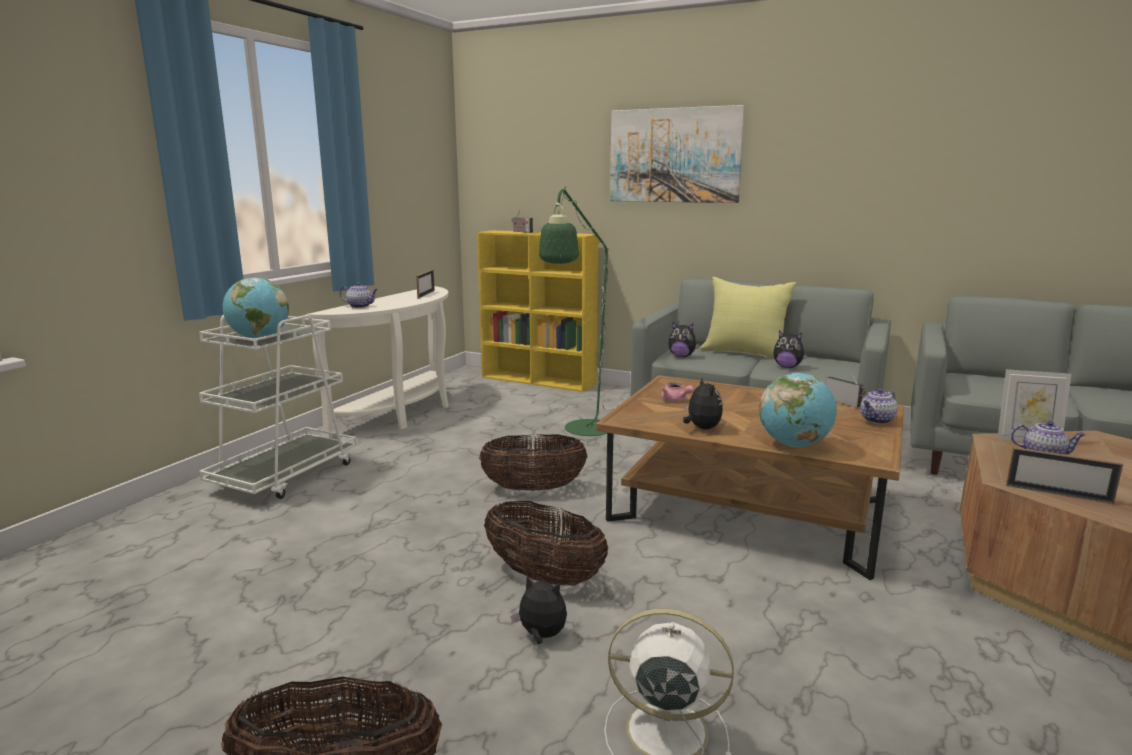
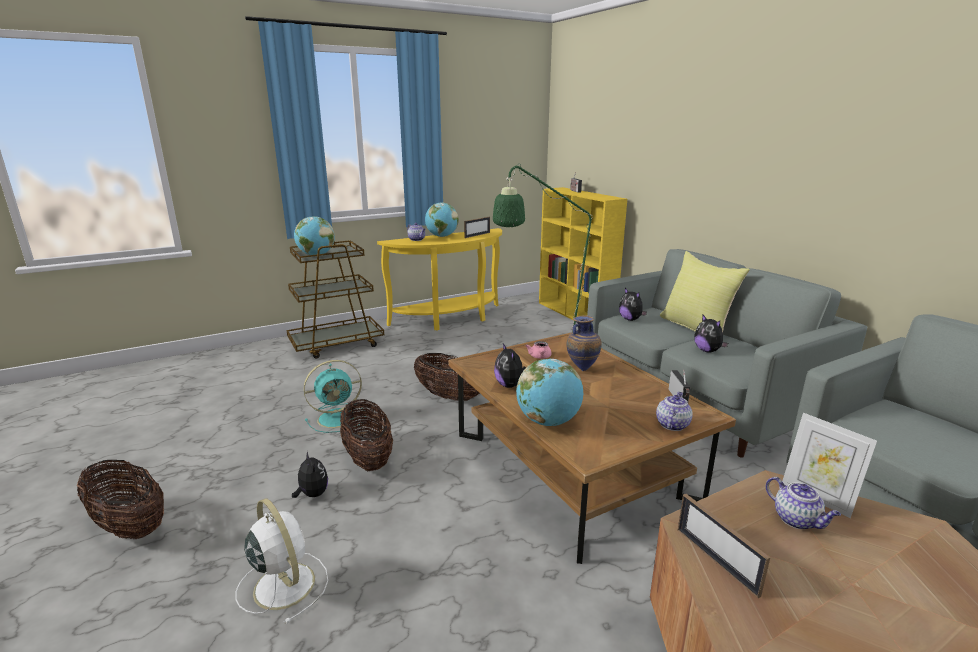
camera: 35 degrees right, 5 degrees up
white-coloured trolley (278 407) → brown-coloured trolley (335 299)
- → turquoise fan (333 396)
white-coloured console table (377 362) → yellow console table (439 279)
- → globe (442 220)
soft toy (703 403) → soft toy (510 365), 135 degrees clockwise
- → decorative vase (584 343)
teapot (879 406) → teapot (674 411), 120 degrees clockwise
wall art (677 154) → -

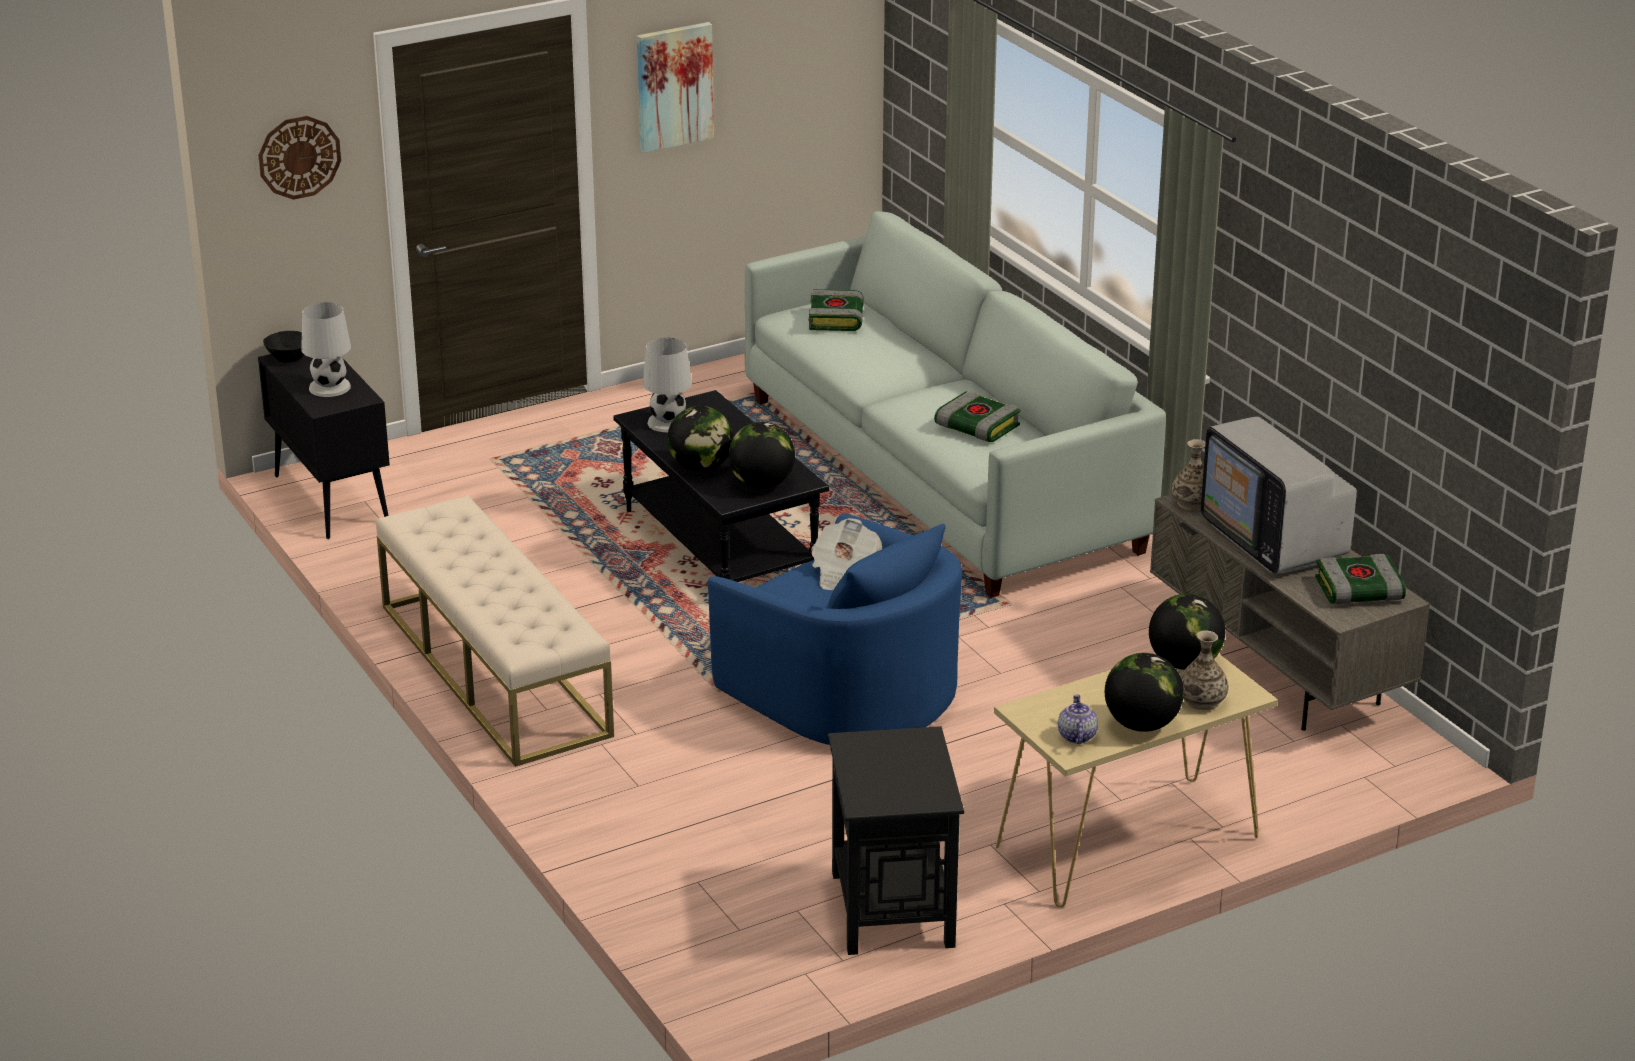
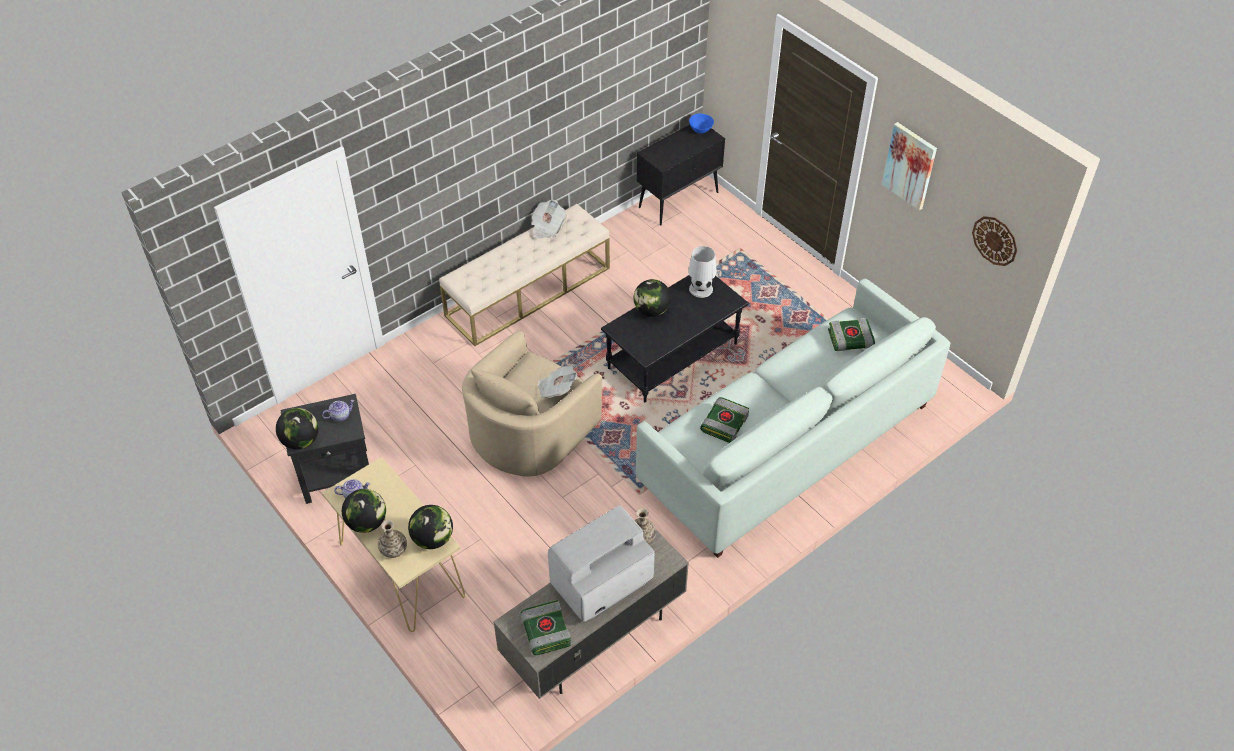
camera: 80 degrees right, 20 degrees up
globe (761 455) → globe (297 428), shifted
- → teapot (338 410)
blue easy chair (835 629) → beige-coloured easy chair (532 403)
- → newspaper (548 219)
black-coloured deep dish (283 346) → blue deep dish (701 123)
clock on the wall (299 158) → clock on the wall (994 241), shifted
white-coloured lamp for a table (326 349) → -

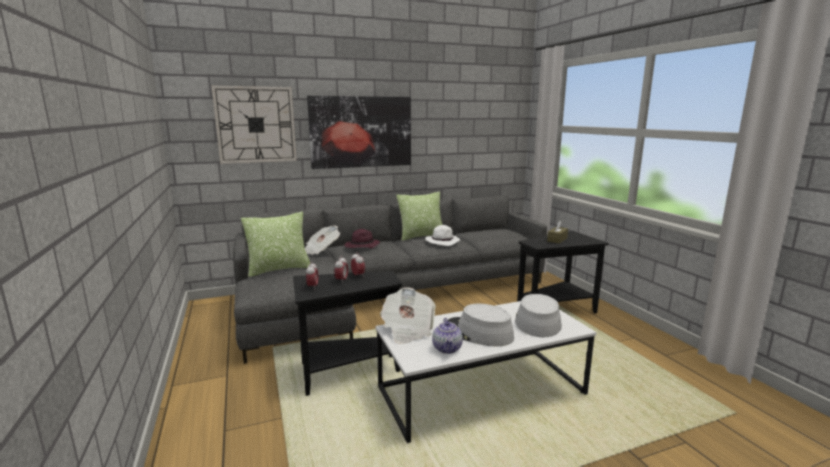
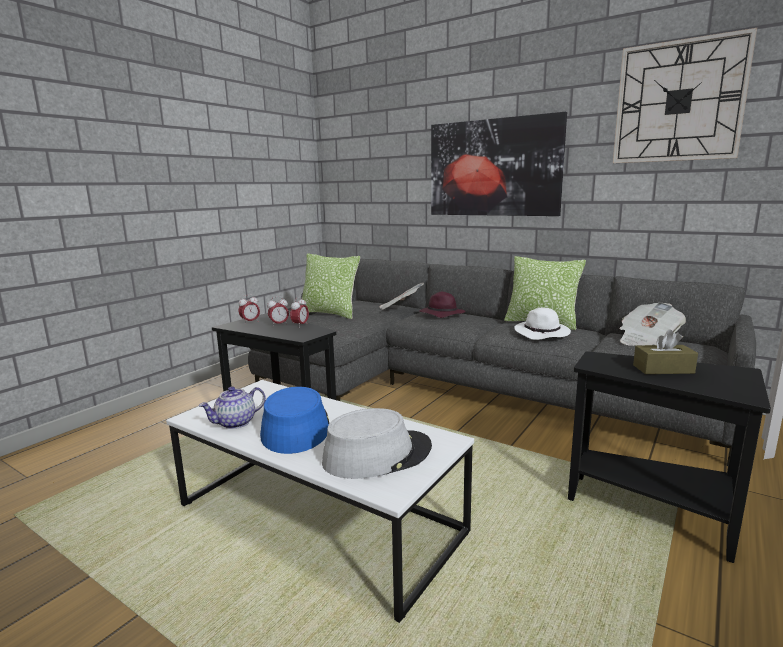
camera: 55 degrees right, 0 degrees up
gray wearable hat (481 325) → blue wearable hat (294 420)
clock on the wall (254 125) → clock on the wall (685 95), shifted
newspaper (408 315) → newspaper (652 324), shifted

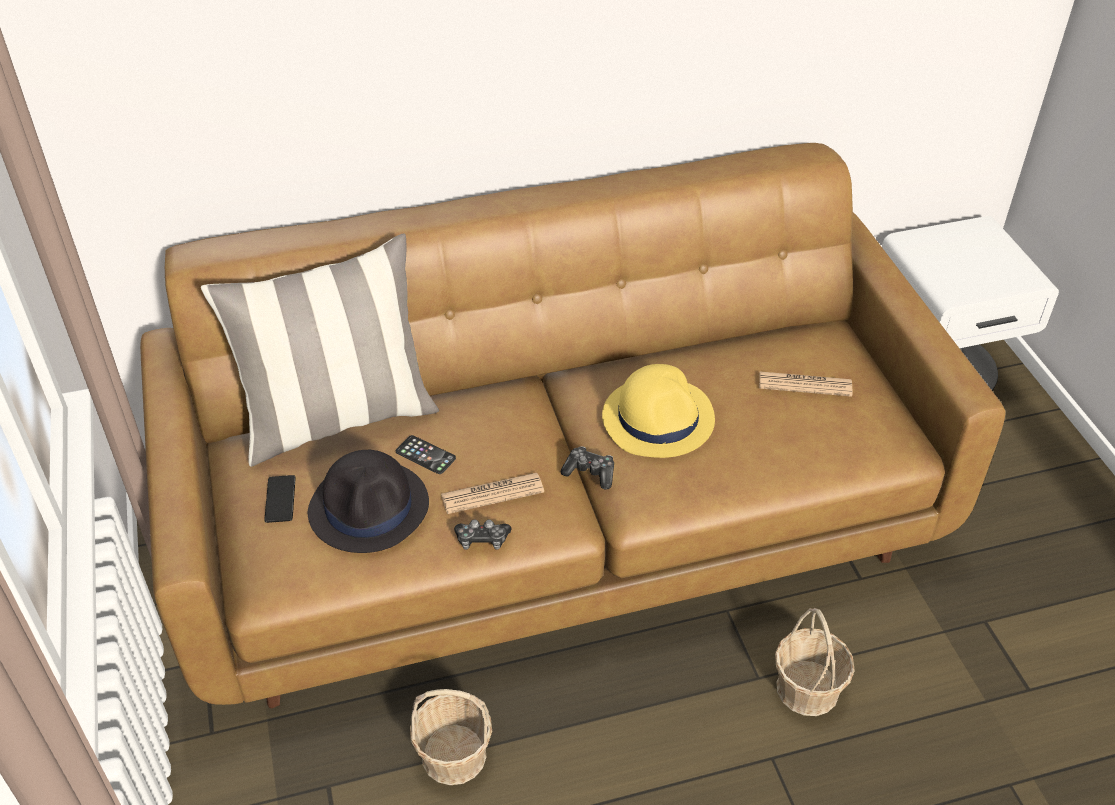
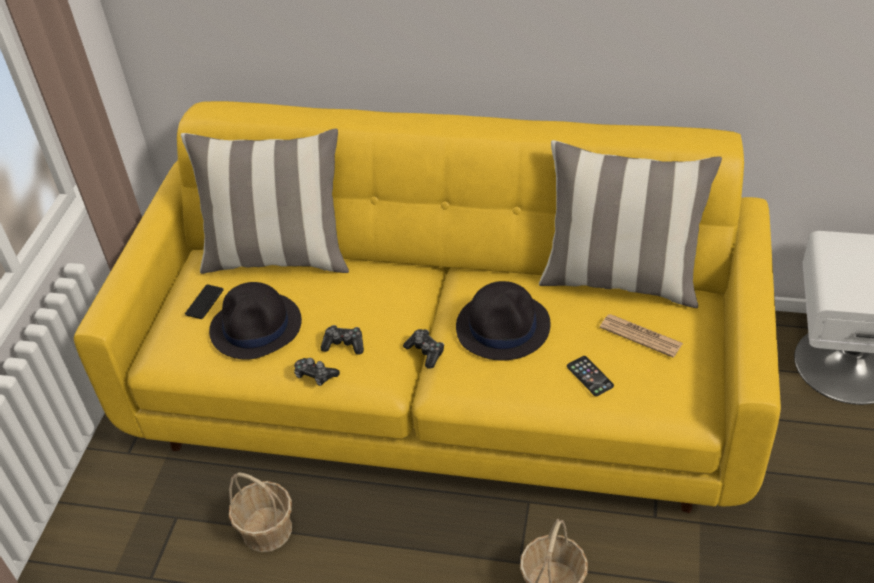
camera: 30 degrees right, 0 degrees up
brown-coloured couch (573 425) → yellow couch (427 307)
newspaper (492 493) → gamepad (342 340)
yellow wearable hat (658 411) → black-coloured wearable hat (503 321)
- → cushion (630 224)
handset (426 454) → handset (590 376), shifted

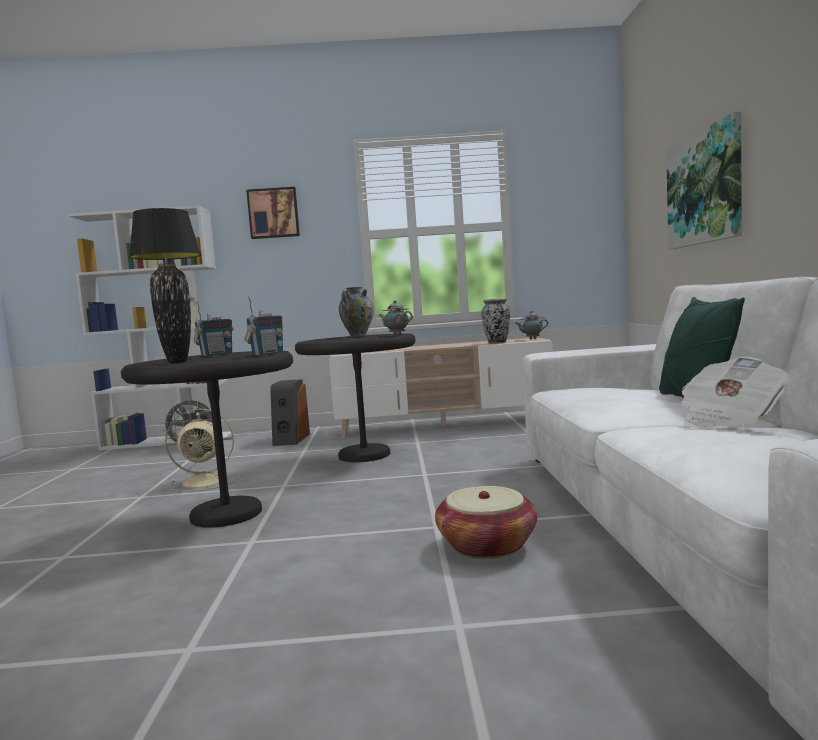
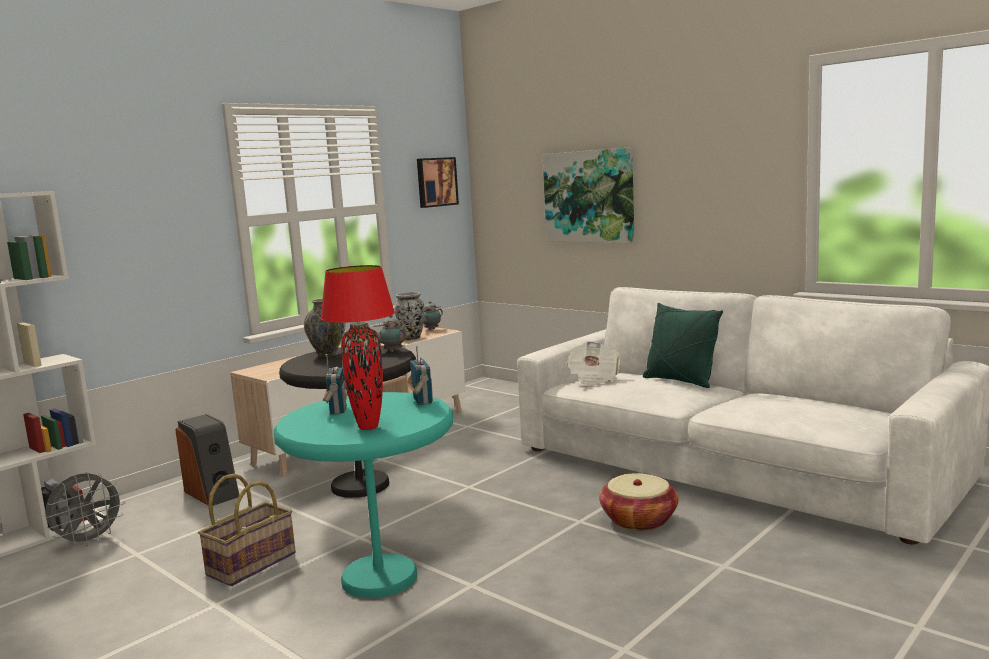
camera: 45 degrees left, 5 degrees up
beige-coloured fan (202 449) → household basket (247 529)
black-coloured end table (207 439) → turquoise end table (363 495)
black-coloured lamp for a table (165 285) → reddish lamp for a table (357 347)
wall art (273 213) → wall art (438 182), shifted
newspaper (735 392) → newspaper (593 363), shifted

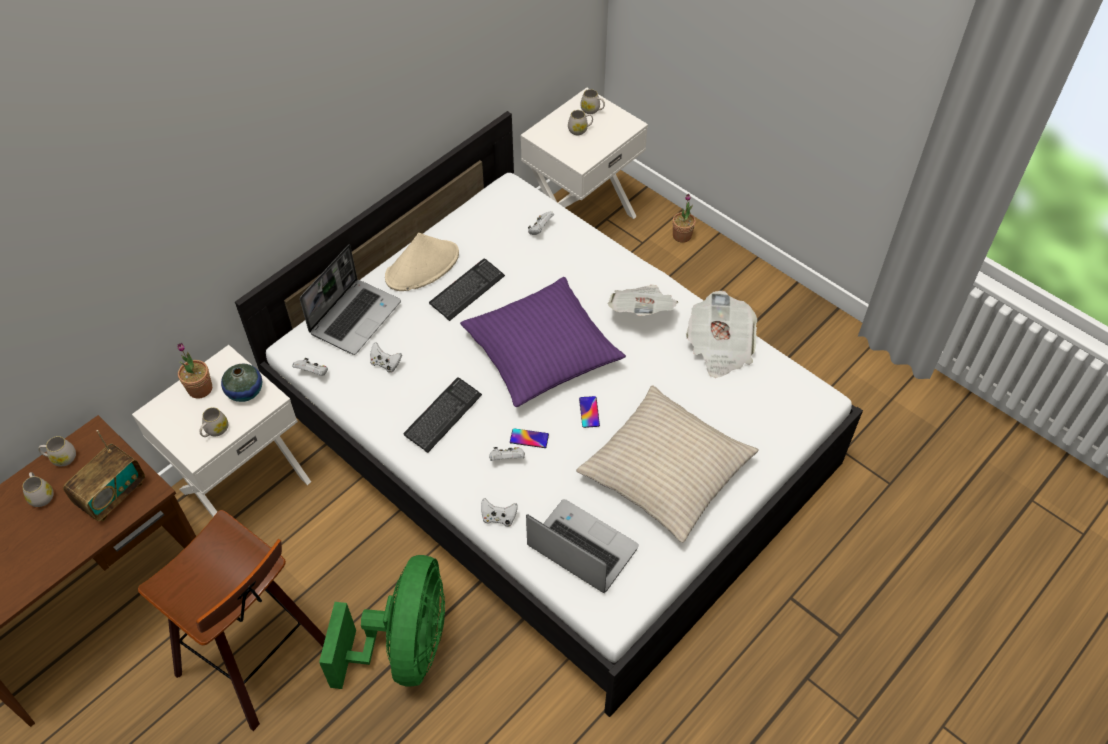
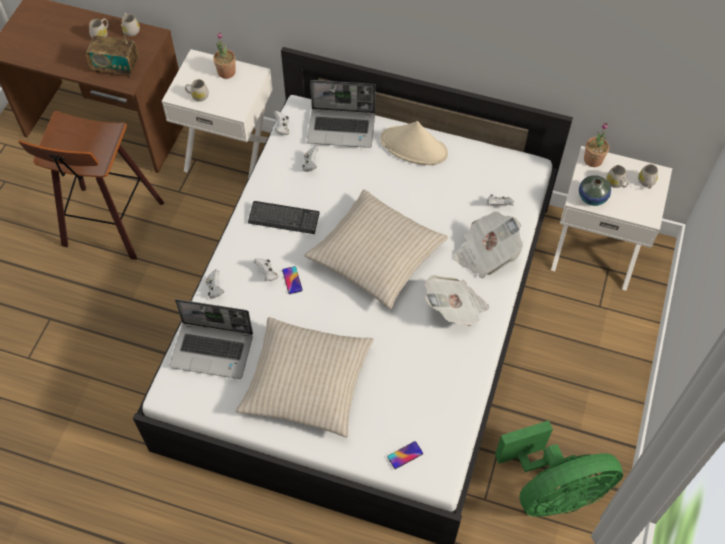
camera: 65 degrees right, 5 degrees up
portable computer (582 546) → portable computer (211 339), 90 degrees clockwise
purplish cushion (543 342) → beige-coloured cushion (376 249)
handset (589 412) → handset (405 455), shifted
newspaper (721 334) → newspaper (488 245), shifted
green fan (382 622) → green fan (559 469), shifted
decorative vase (241 383) → decorative vase (595 190), shifted
houseplant (684 218) → houseplant (596 144), shifted
keyboard (467 289) → -

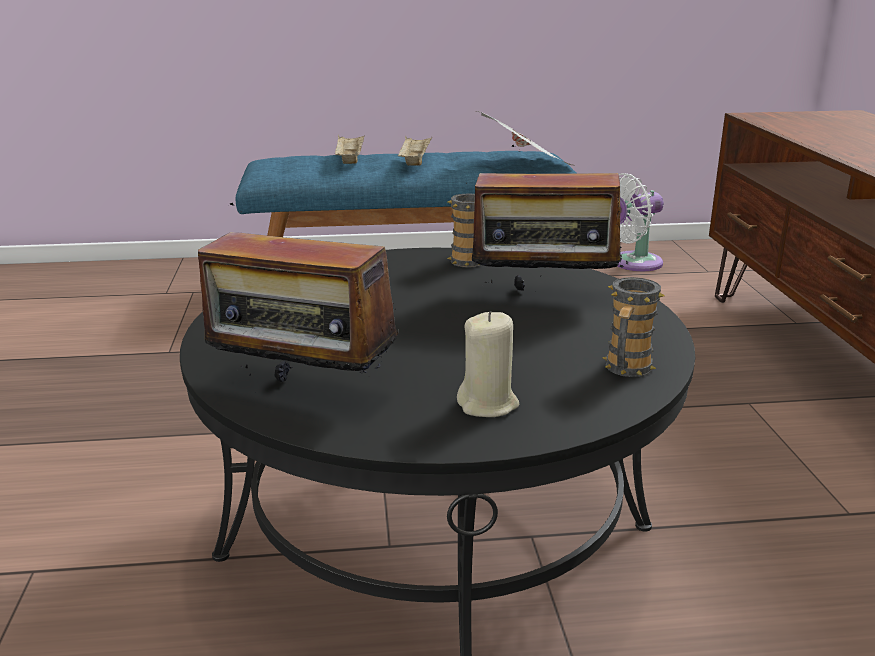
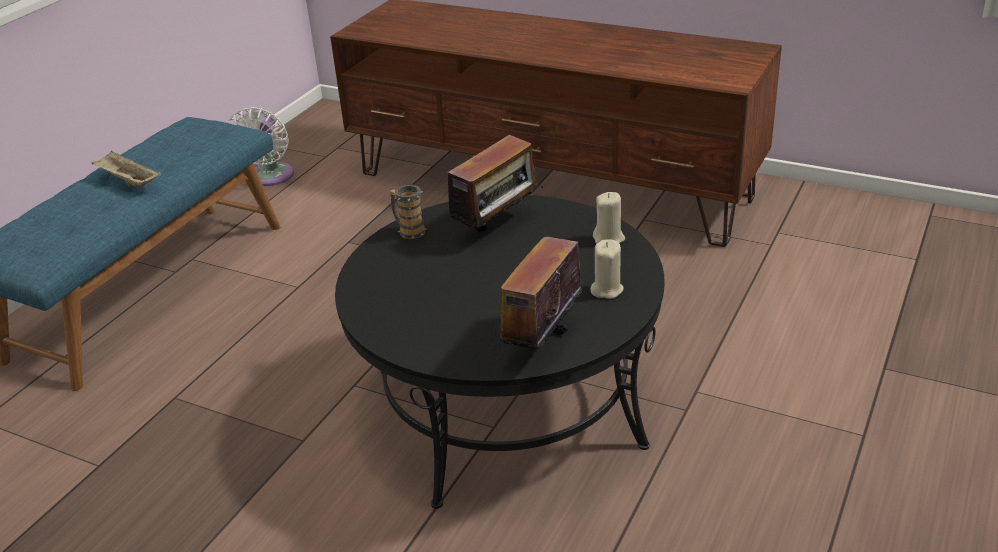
camera: 55 degrees left, 10 degrees up
radio (298 292) → radio (540 286), 150 degrees clockwise
coffee mug (634 327) → beige-coloured wax light (609 218)
beige-coloured tray (349 149) → -
newspaper (524 138) → -

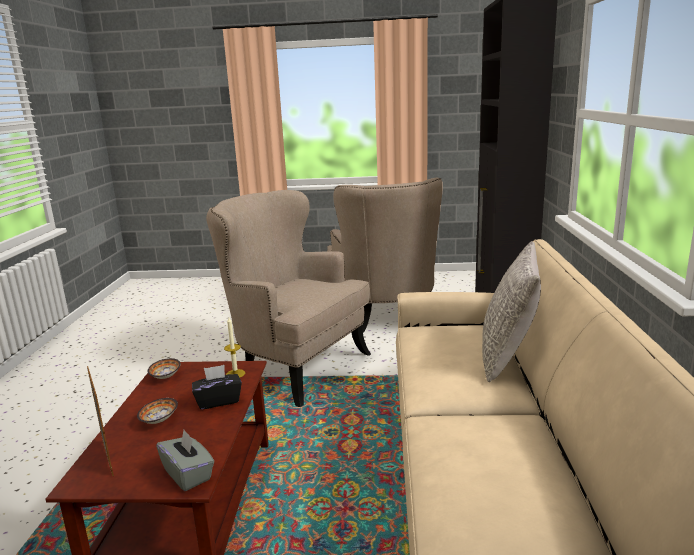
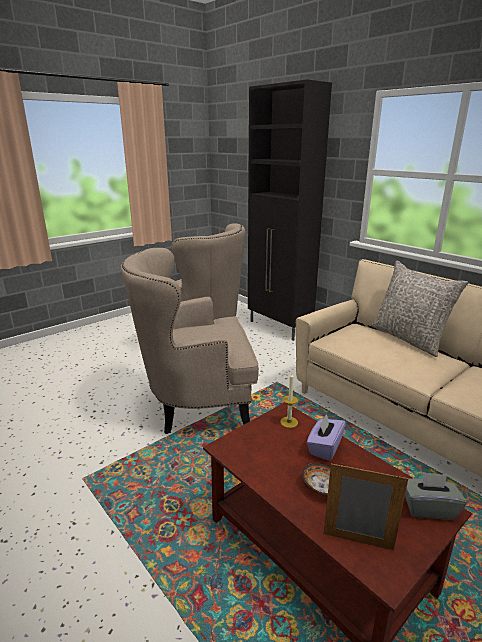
camera: 45 degrees left, 5 degrees up
black-coloured tissue holder (217 387) → purplish tissue holder (326 437)
deep dish (164 368) → -

